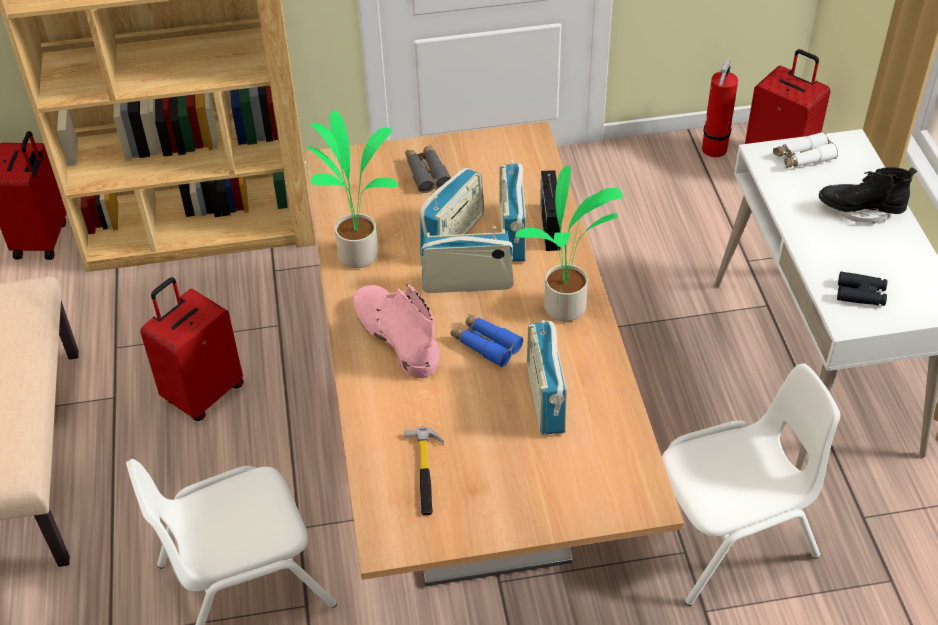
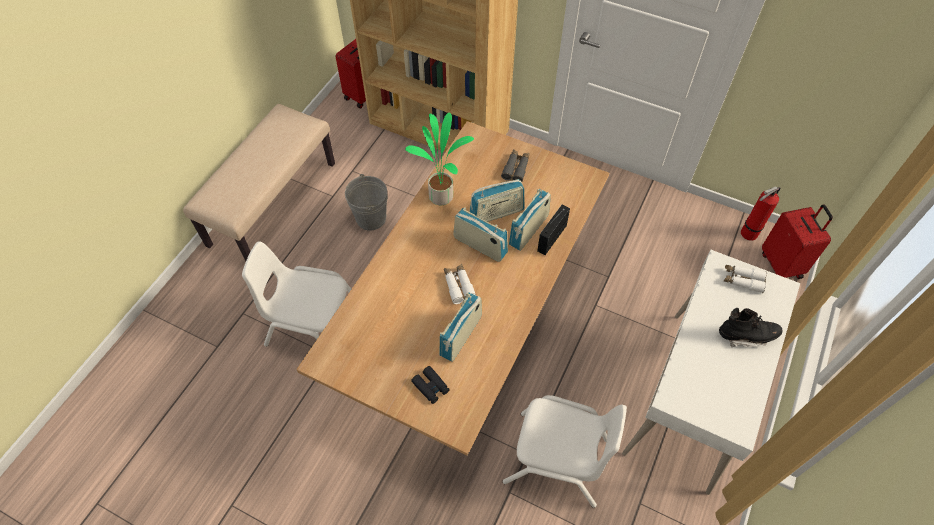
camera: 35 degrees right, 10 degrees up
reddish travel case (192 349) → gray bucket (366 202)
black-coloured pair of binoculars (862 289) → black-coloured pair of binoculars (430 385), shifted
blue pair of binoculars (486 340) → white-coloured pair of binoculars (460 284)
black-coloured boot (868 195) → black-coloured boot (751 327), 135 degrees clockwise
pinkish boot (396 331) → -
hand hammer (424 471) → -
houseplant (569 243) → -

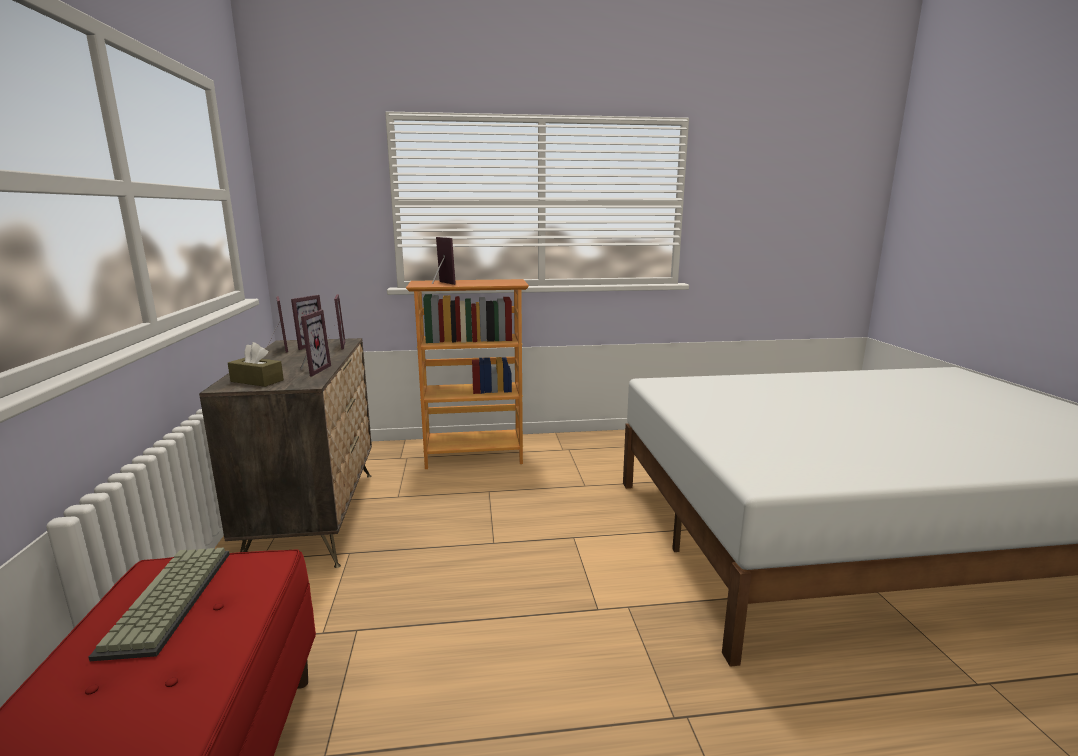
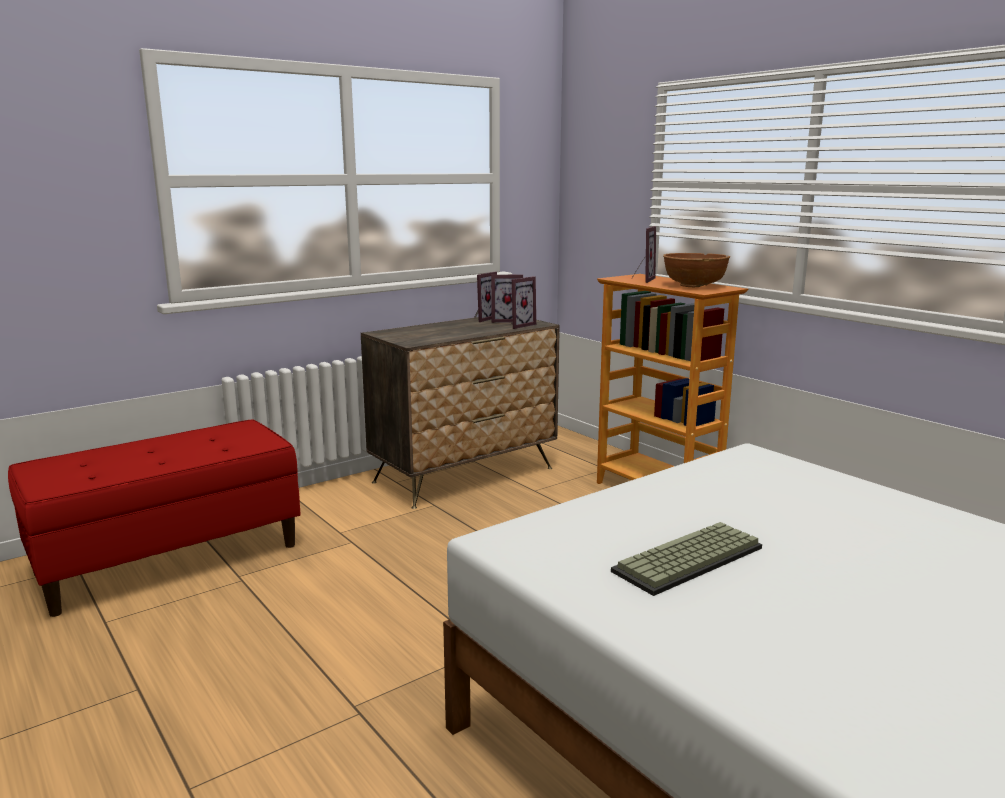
camera: 60 degrees right, 0 degrees up
keyboard (159 604) → keyboard (686 559), shifted
- → brown-coloured deep dish (696 270)
brown-coloured tissue holder (256 364) → -
standing frame (315 343) → -

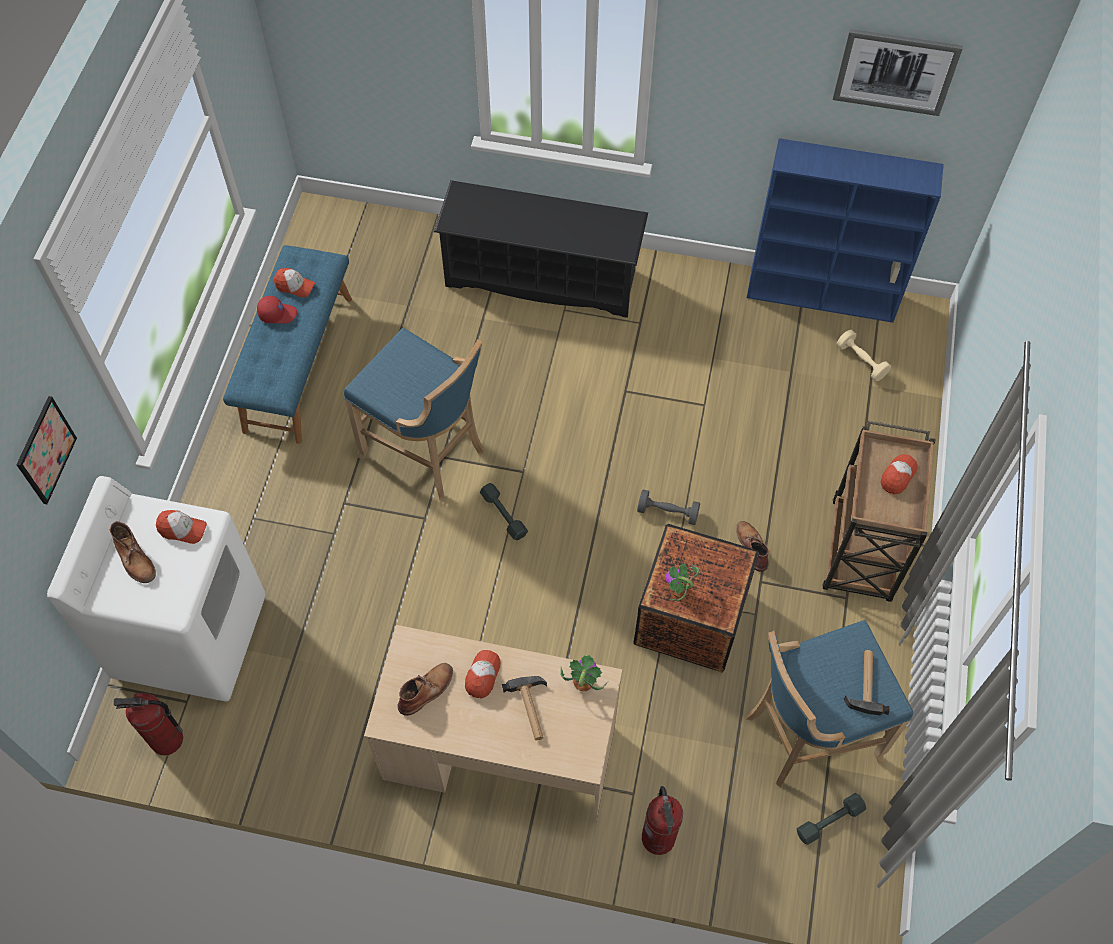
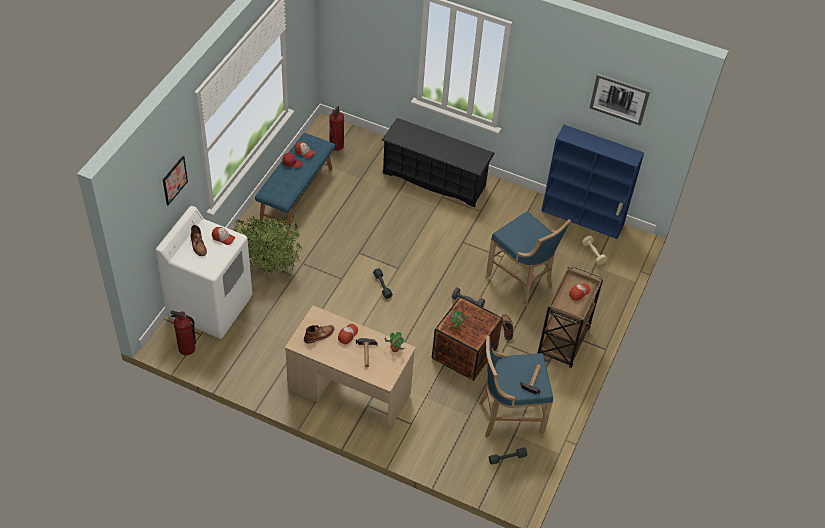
camera: 10 degrees right, 10 degrees down
- → houseplant (267 244)
fire extinguisher (662 820) → fire extinguisher (336 128), shifted
blue stool seat (414 414) → blue stool seat (528 258), shifted

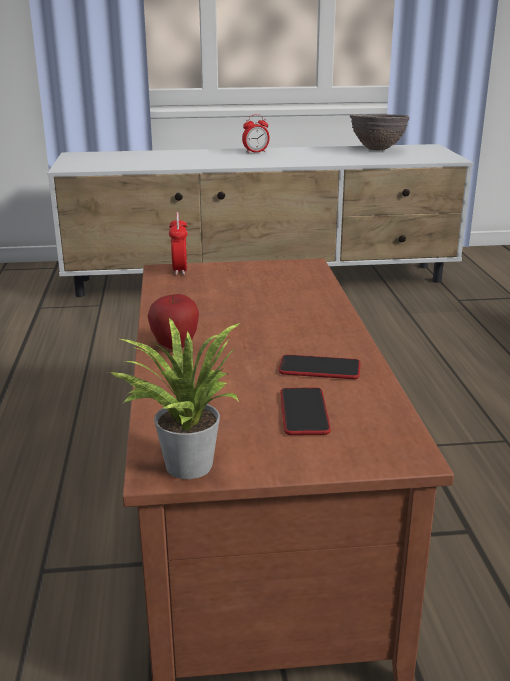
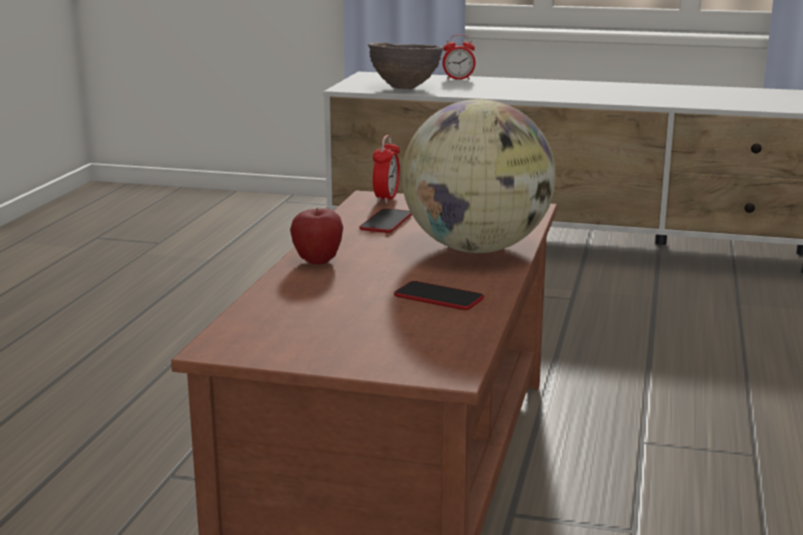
camera: 20 degrees right, 5 degrees down
handset (305 411) → handset (385 220), shifted
brown-coloured deep dish (379 132) → brown-coloured deep dish (405 66), shifted
- → globe (479 176)
bedside clock (256 134) → bedside clock (459 57), shifted
houseplant (174 398) → -

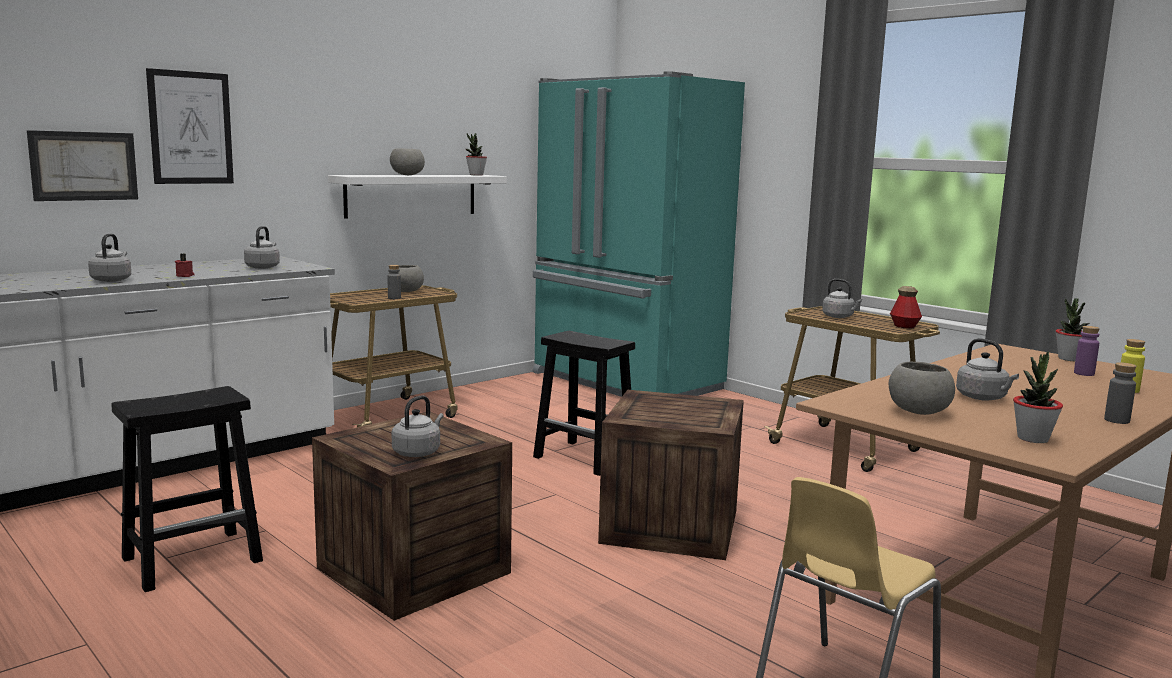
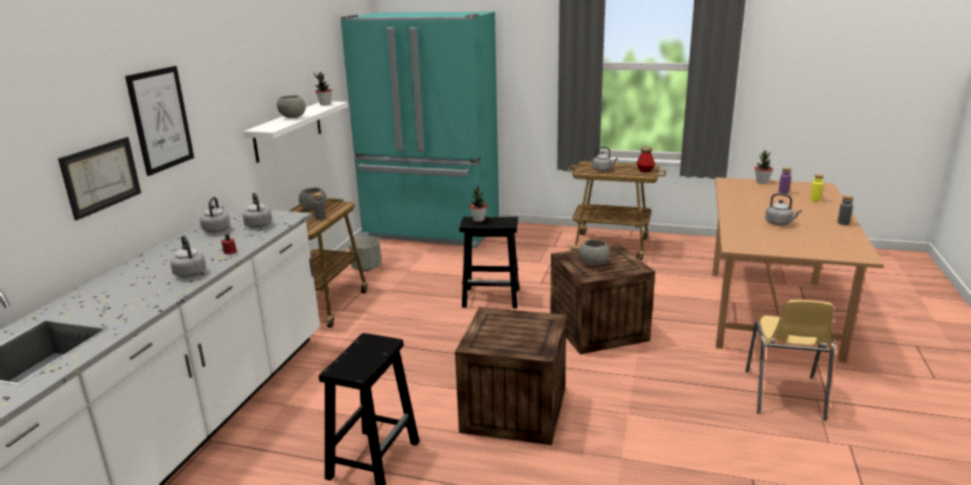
camera: 30 degrees left, 10 degrees up
gray water kettle (418 426) → gray water kettle (215 215), shifted
- → gray plant pot (365 253)
houseplant (1038 397) → houseplant (478 203), shifted
gray deep dish (922 388) → gray deep dish (594 252), shifted

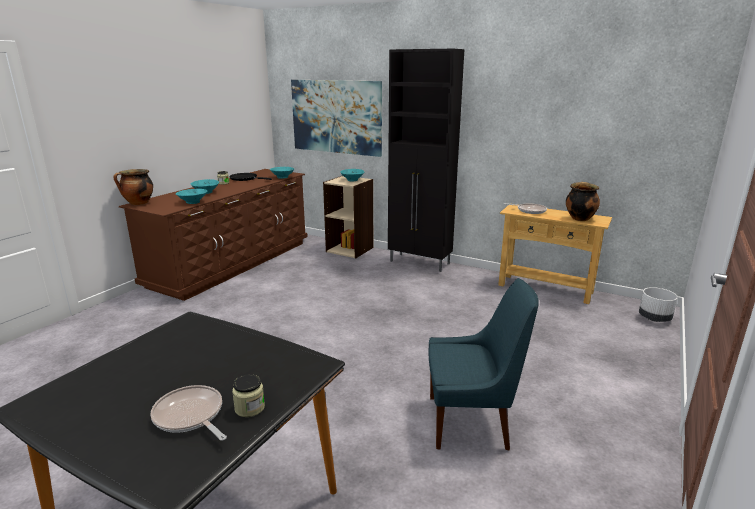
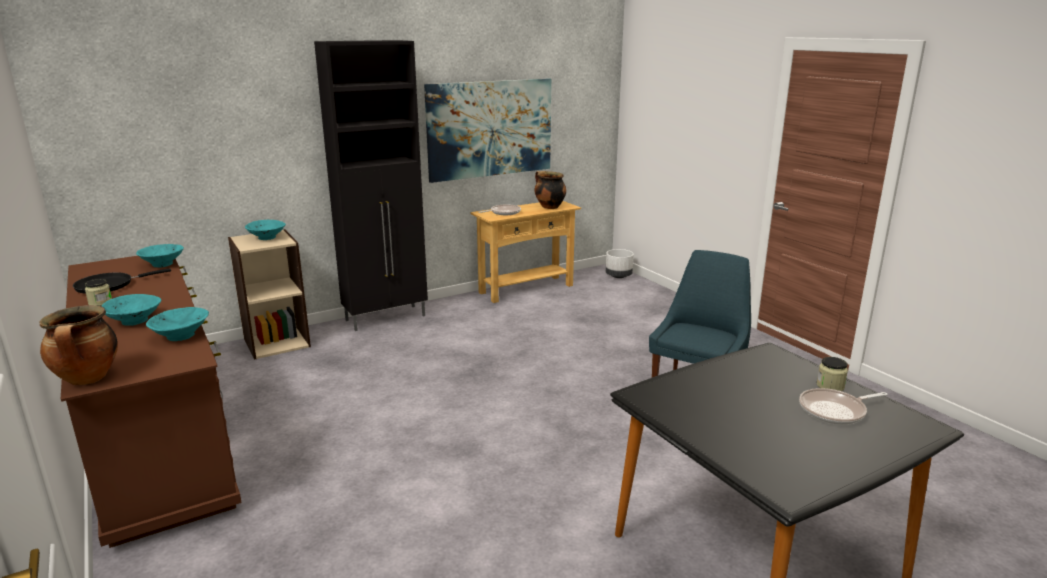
camera: 60 degrees left, 0 degrees up
wall art (336 118) → wall art (487 130), shifted

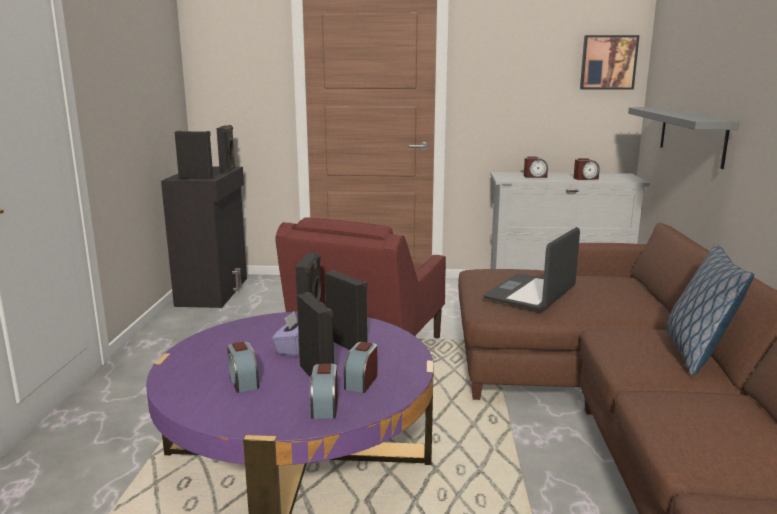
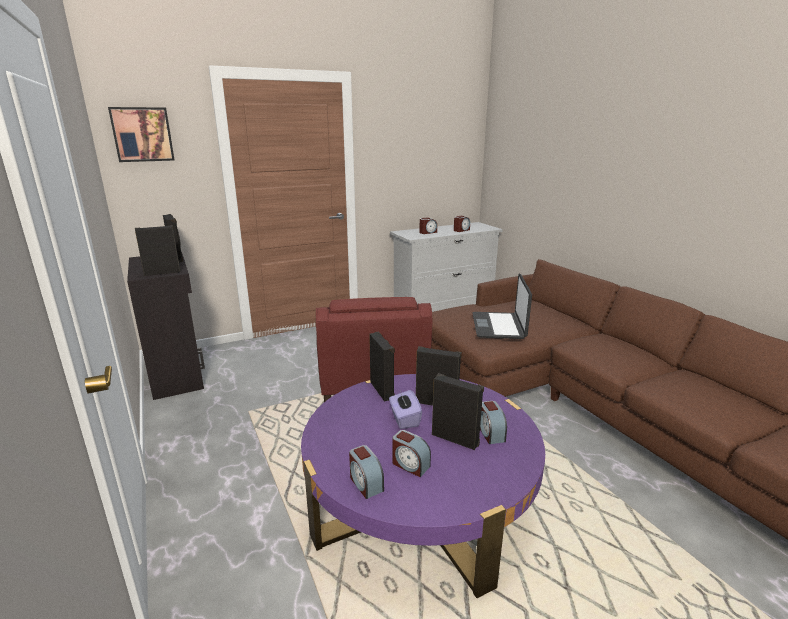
camera: 30 degrees left, 5 degrees up
wall art (609 62) → wall art (141 134), shifted
bedside clock (324 391) → bedside clock (366 472), shifted
gray bracket shelf (683 138) → -
cushion (710 309) → -

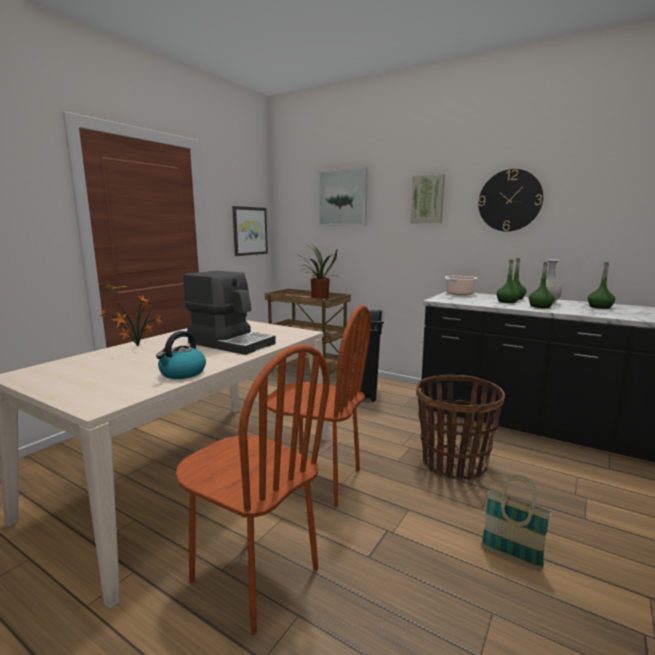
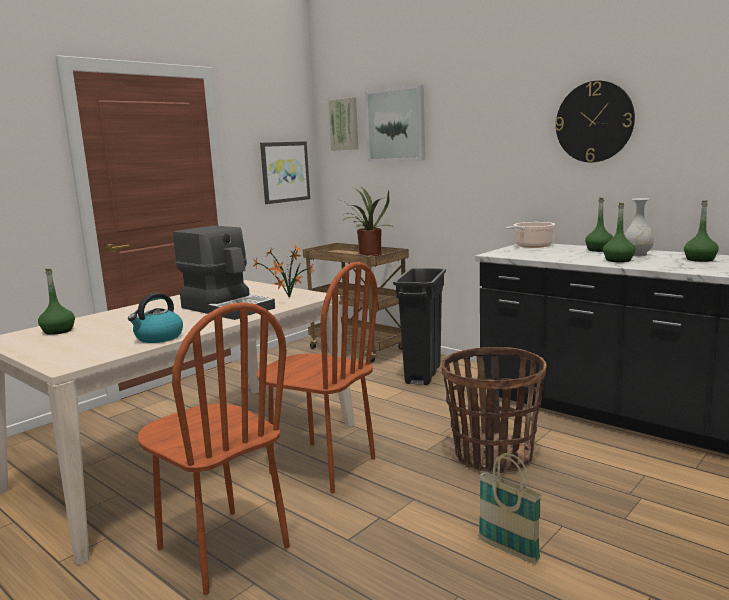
camera: 10 degrees right, 0 degrees up
green beverage bottle (508 281) → green beverage bottle (56 301), shifted
houseplant (131 321) → houseplant (284 271), shifted
wall art (428 198) → wall art (343 124), shifted

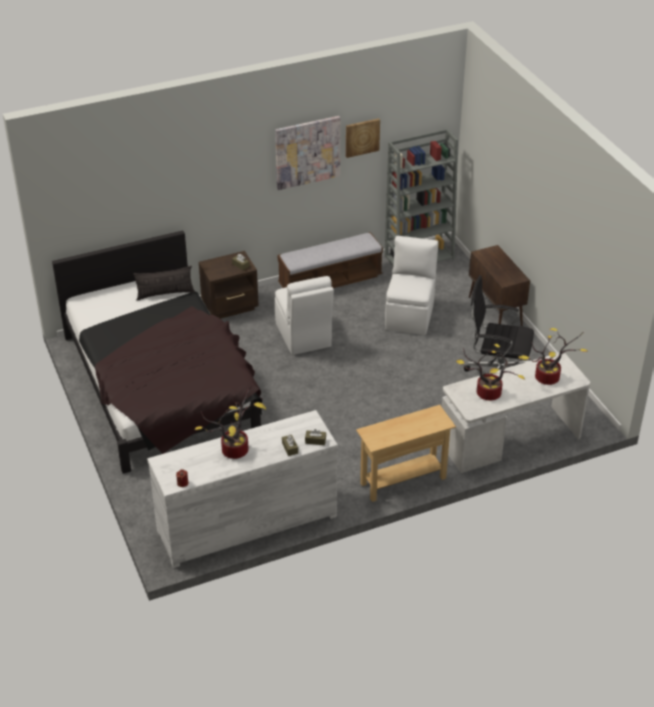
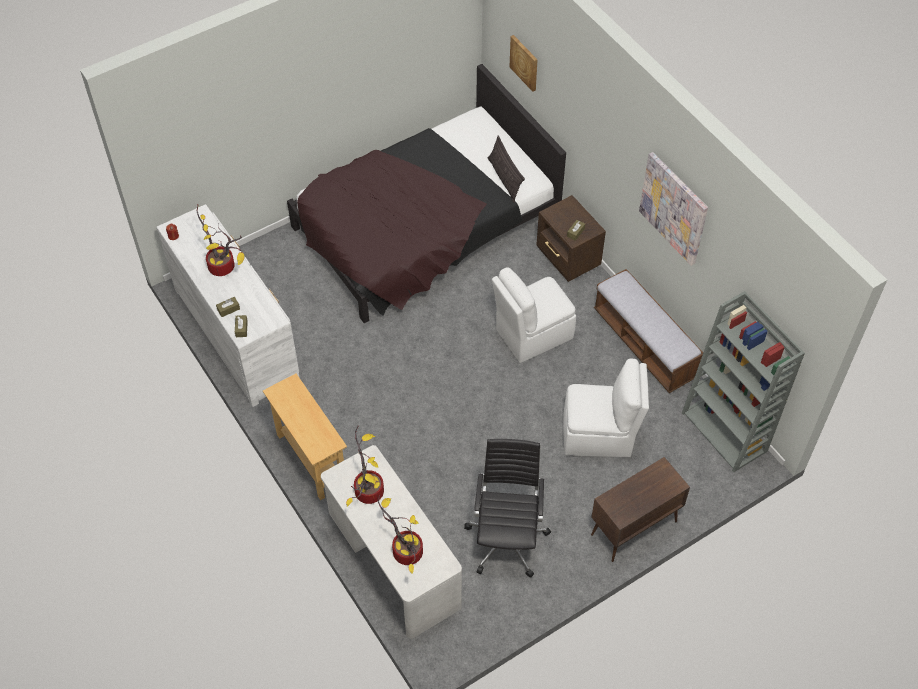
camera: 80 degrees right, 15 degrees up
wall art (363 138) → wall art (524 63), shifted

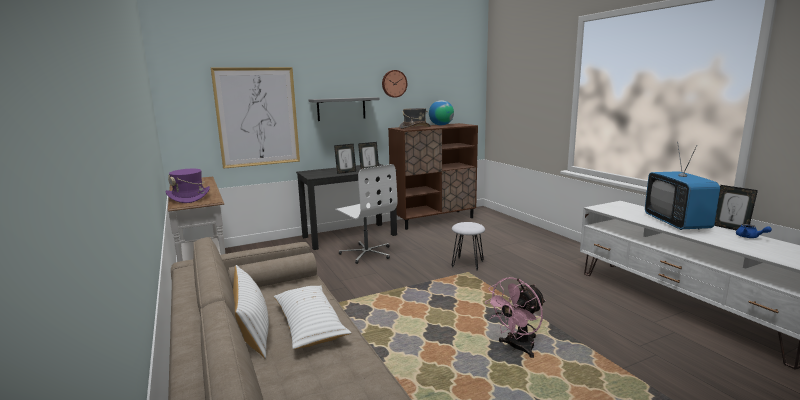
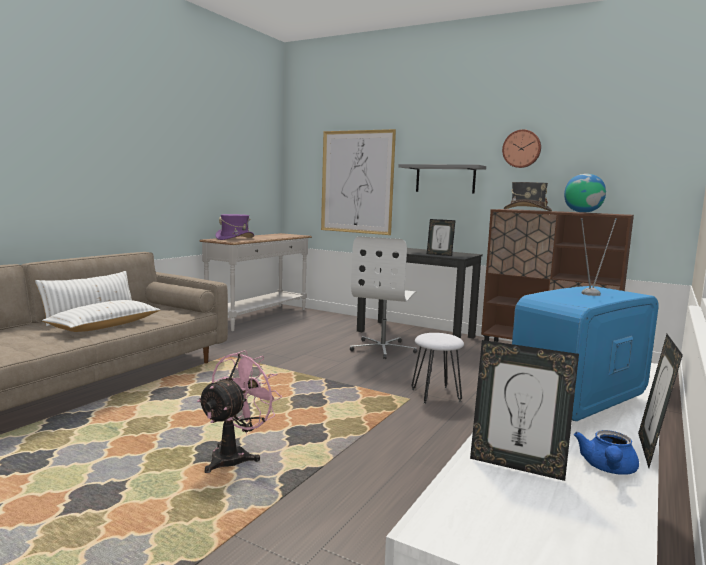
camera: 55 degrees right, 5 degrees down
pinkish fan (515 317) → pinkish fan (239 411), 105 degrees clockwise
standing frame (345 159) → standing frame (524 410), shifted

